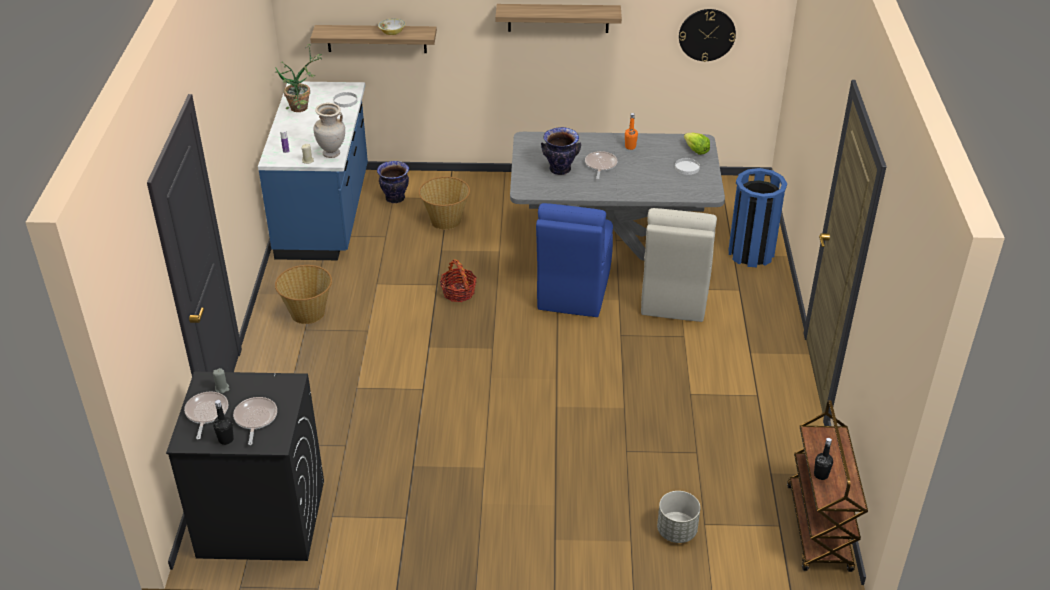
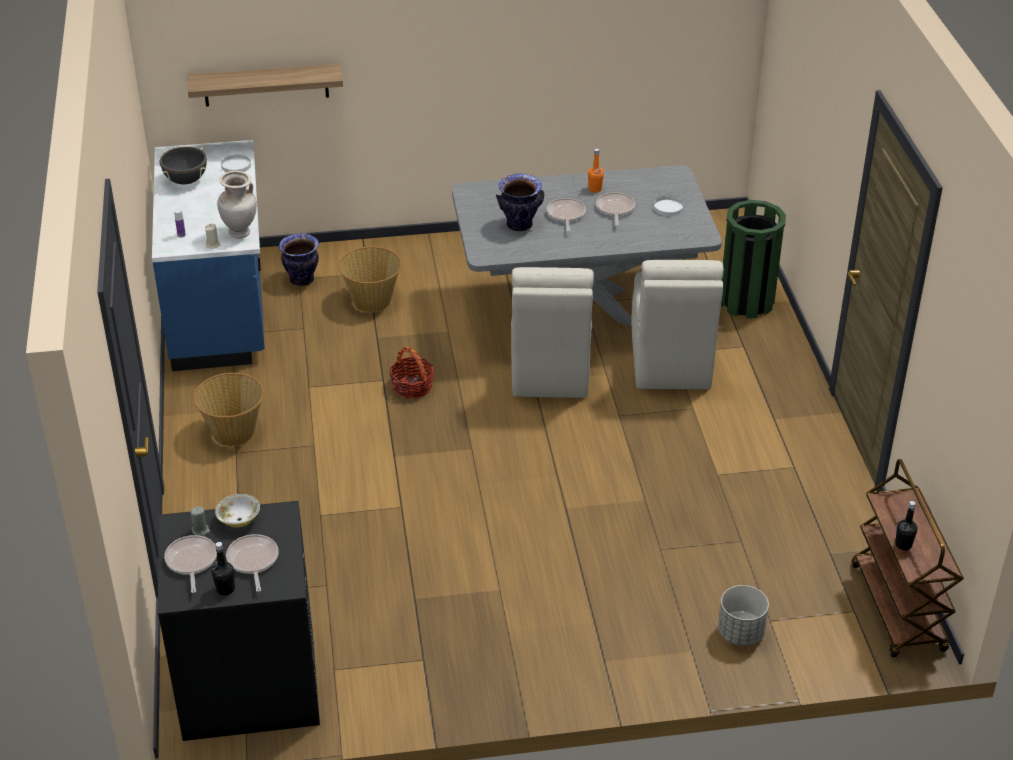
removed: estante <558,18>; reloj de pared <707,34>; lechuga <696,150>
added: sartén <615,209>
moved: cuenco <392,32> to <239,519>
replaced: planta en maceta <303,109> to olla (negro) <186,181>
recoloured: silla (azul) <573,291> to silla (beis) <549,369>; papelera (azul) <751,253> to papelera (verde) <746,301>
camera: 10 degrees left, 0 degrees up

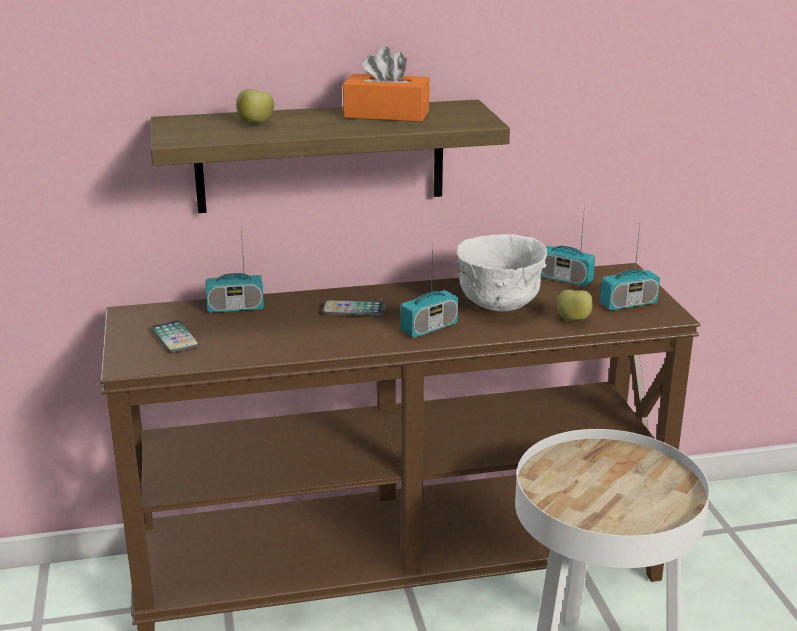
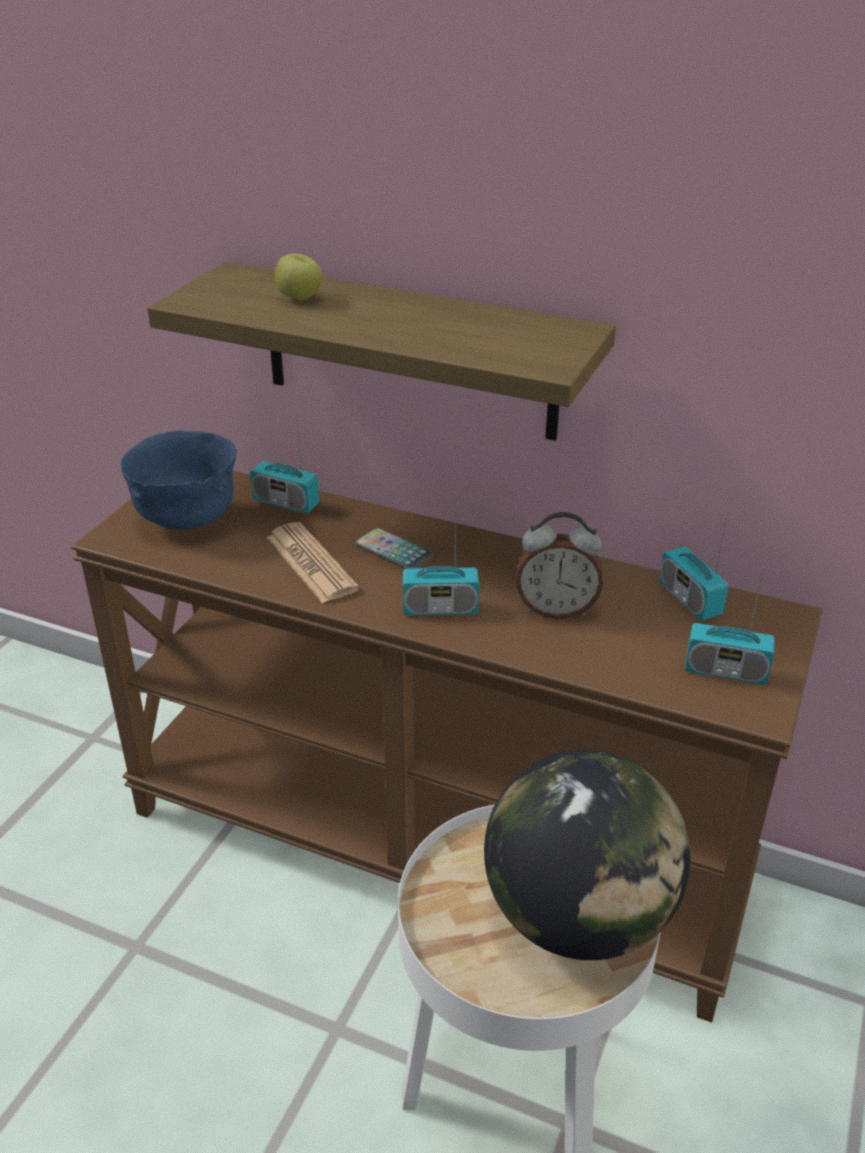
removed: caja de pañuelos (naranja) <386,114>; manzana <573,320>
added: periódico <311,563>; globo terráqueo <577,917>
replaced: móvil <175,338> to cuenco (azul) <188,520>; cuenco (blanco) <499,306> to despertador <556,609>
camera: 35 degrees right, 10 degrees up

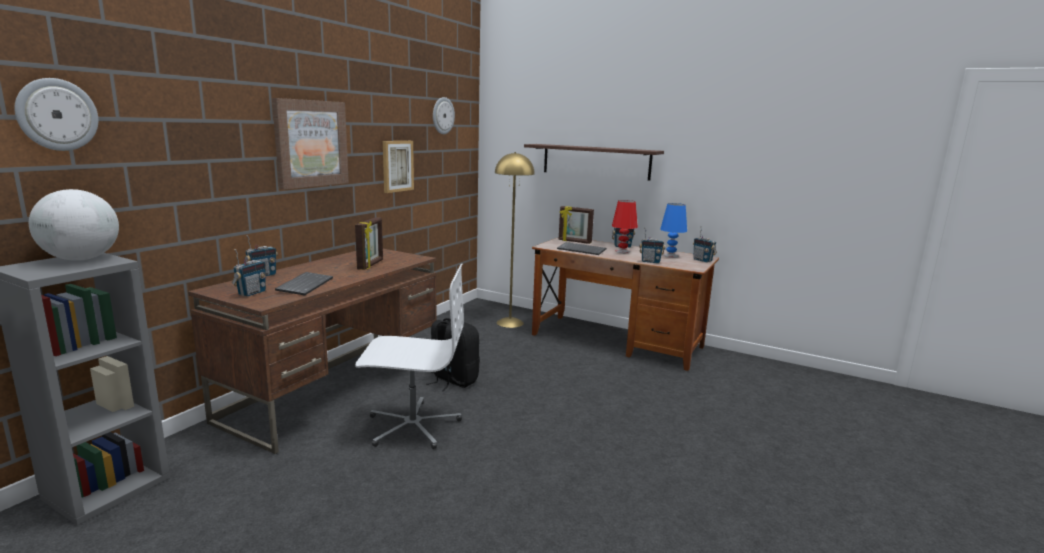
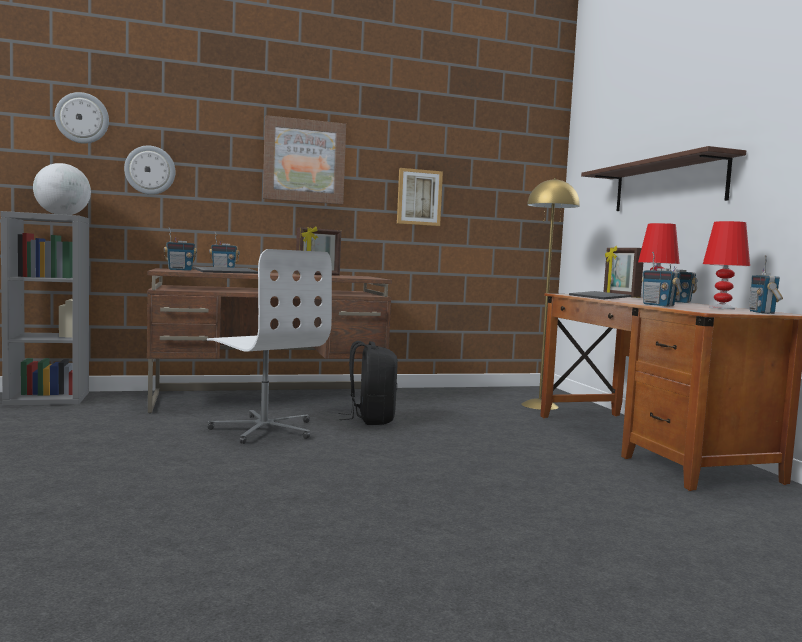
moved: reloj de pared <442,115> to <150,170>
recoloured: lámpara de mesa (azul) <670,256> to lámpara de mesa (rojo) <721,308>
camera: 45 degrees right, 10 degrees down

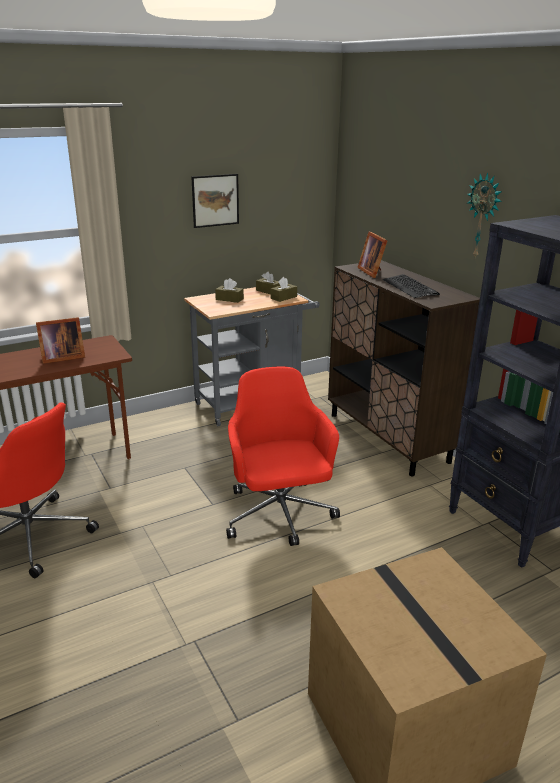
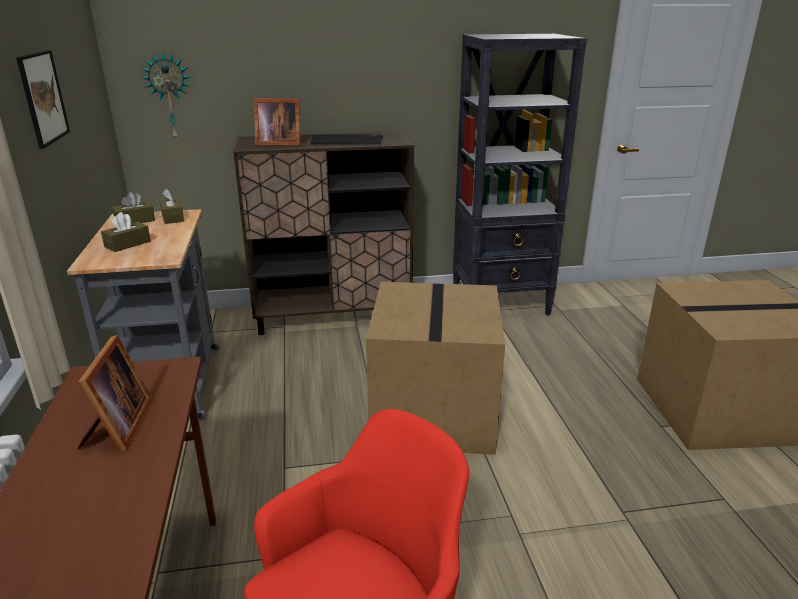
moved: reloj de pared <483,216> to <170,96>
replaced: silla de oficina (rojo) <279,515> to caja de cartón <431,411>
camera: 70 degrees left, 0 degrees up

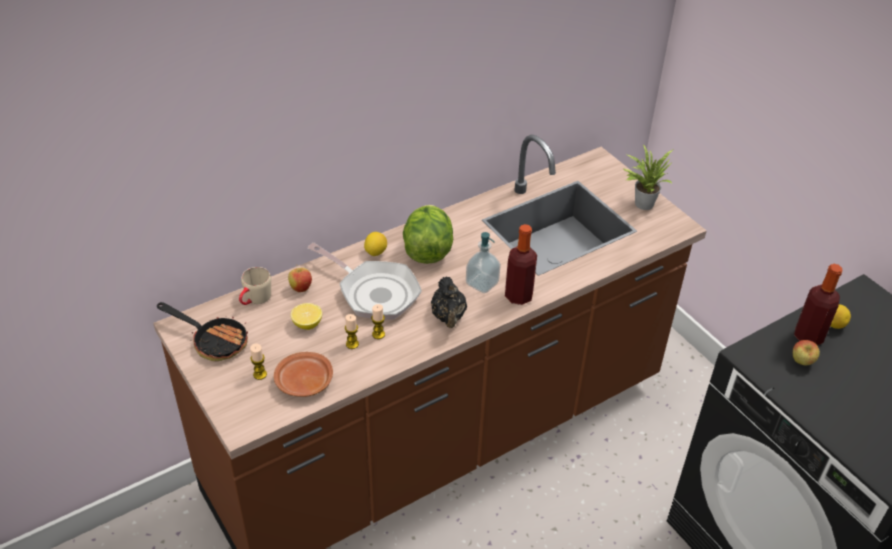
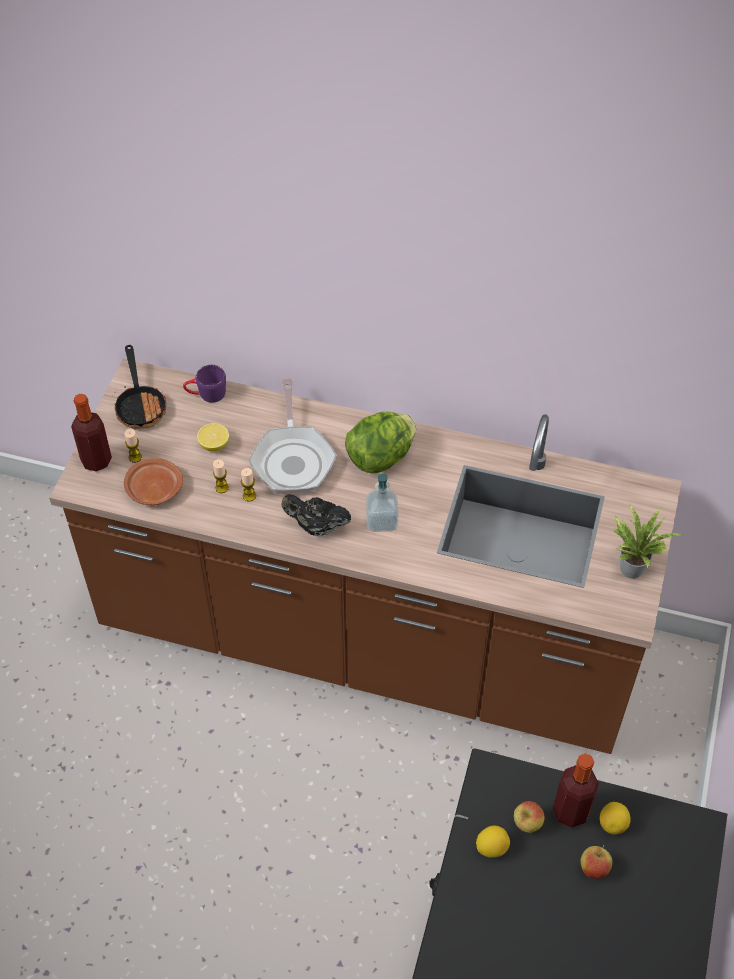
moved: botella <518,296> to <96,460>; limón <375,252> to <491,847>; manzana <301,288> to <593,868>
recoloured: taza grande (beis) <255,299> to taza grande (morado) <206,394>
turned: tetera (negro) <448,317> = <316,527> 60 degrees clockwise
camera: 50 degrees right, 10 degrees up

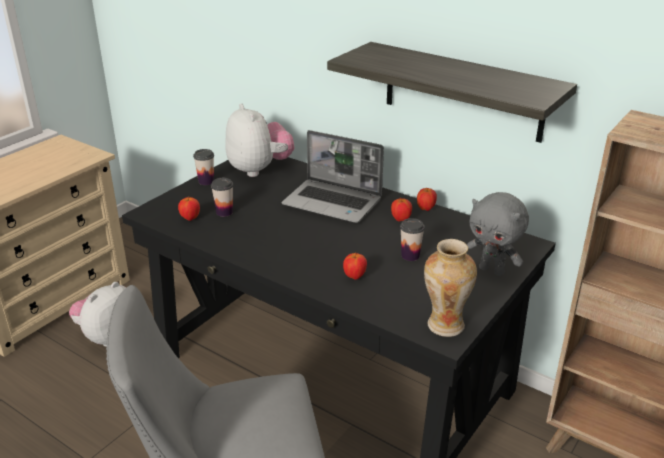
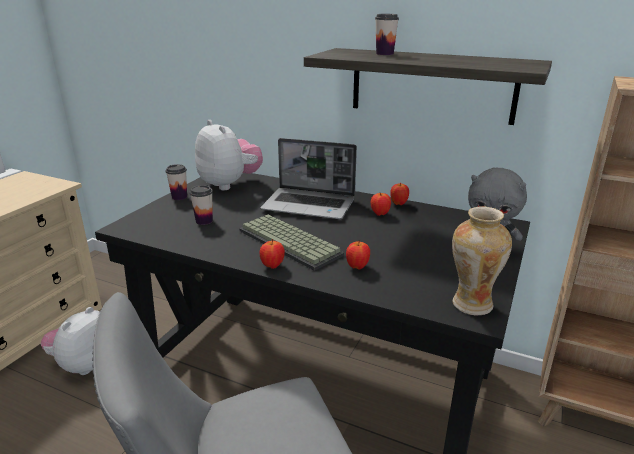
added: teclado <291,242>
moved: manzana <190,218> to <272,266>; taza <410,256> to <384,54>
camera: 10 degrees left, 5 degrees down

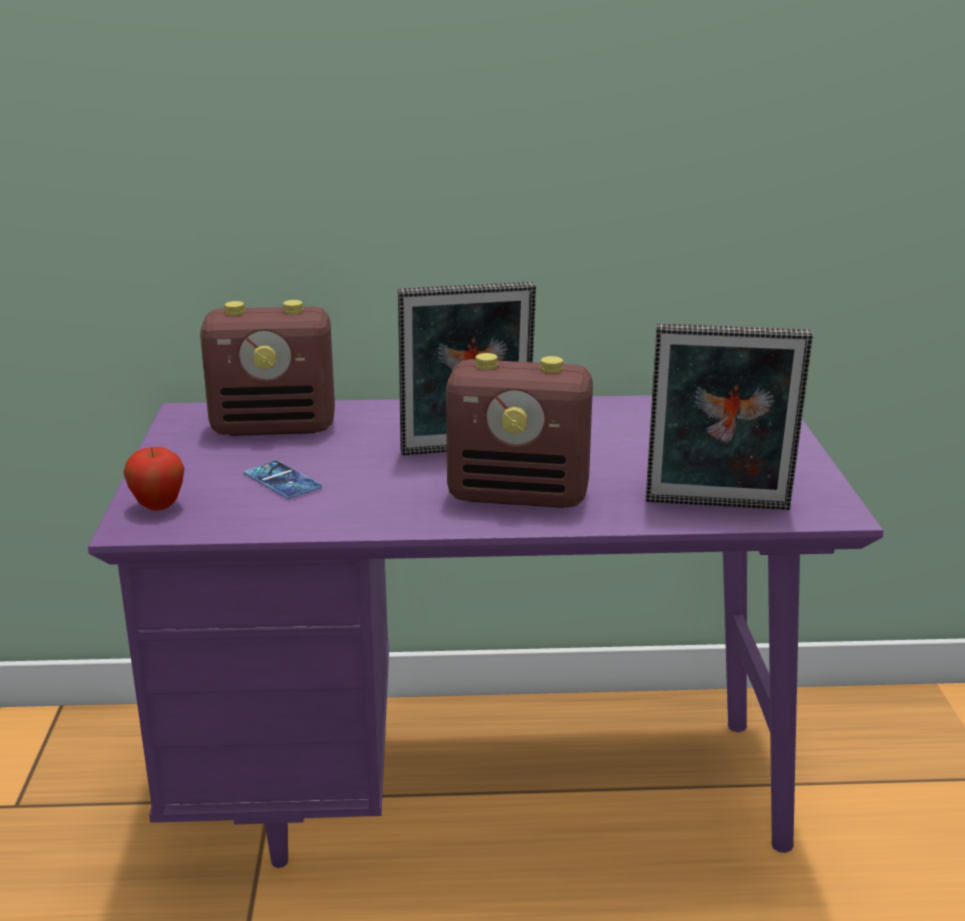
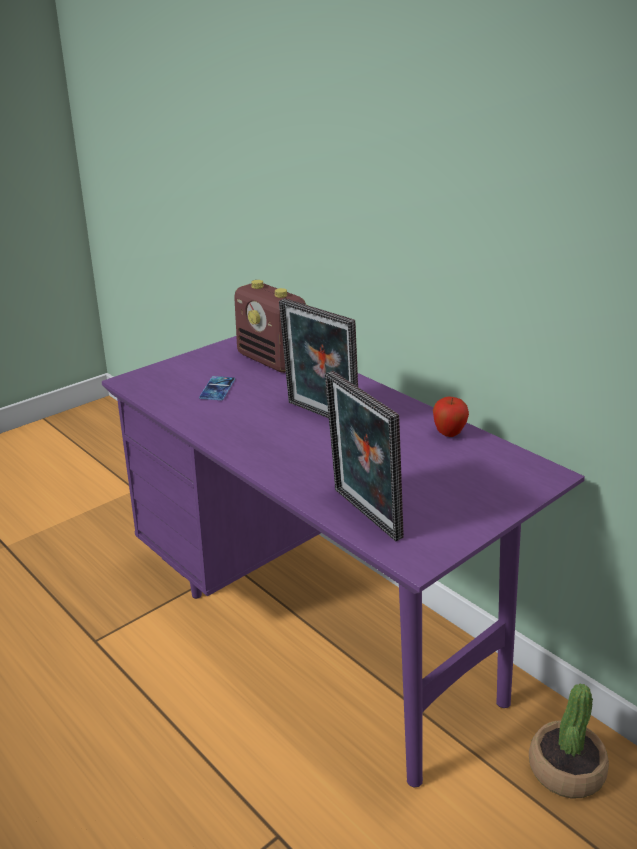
removed: radio <520,495>
added: planta en maceta <566,770>
moved: manzana <158,507> to <448,434>
camera: 50 degrees right, 5 degrees up

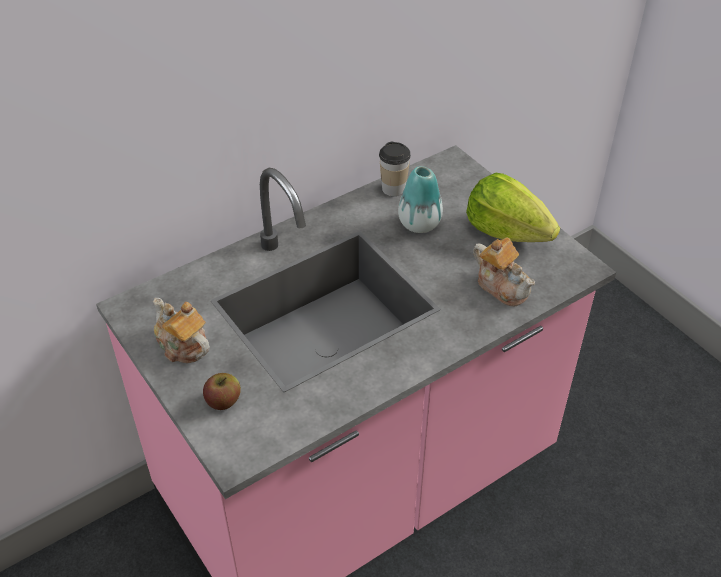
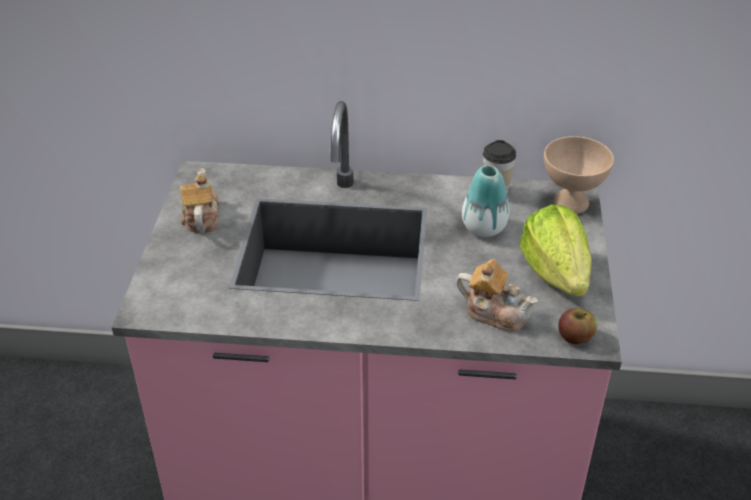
added: cuenco (beis) <571,204>
moved: manzana <223,401> to <575,337>
turned: tetera <502,286> = <495,313> 60 degrees counterclockwise
camera: 40 degrees right, 5 degrees down

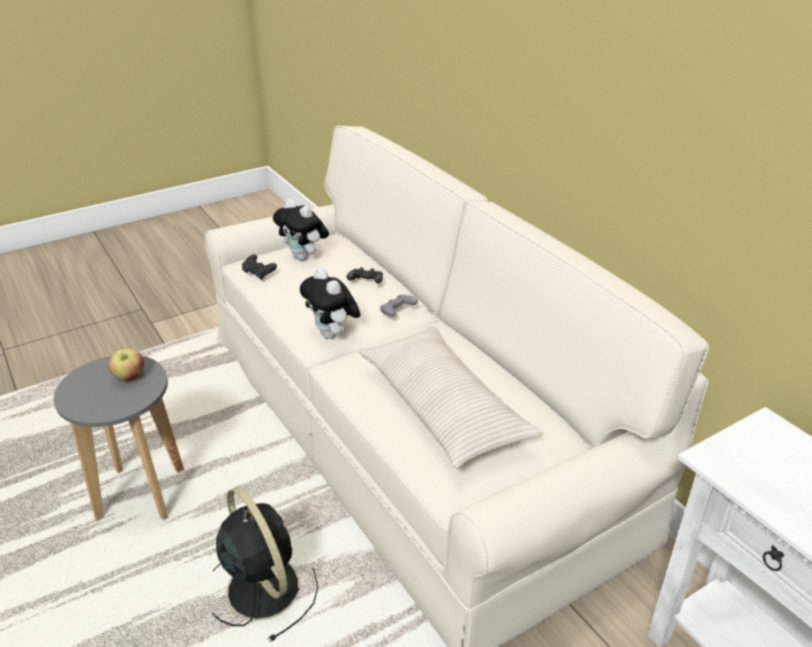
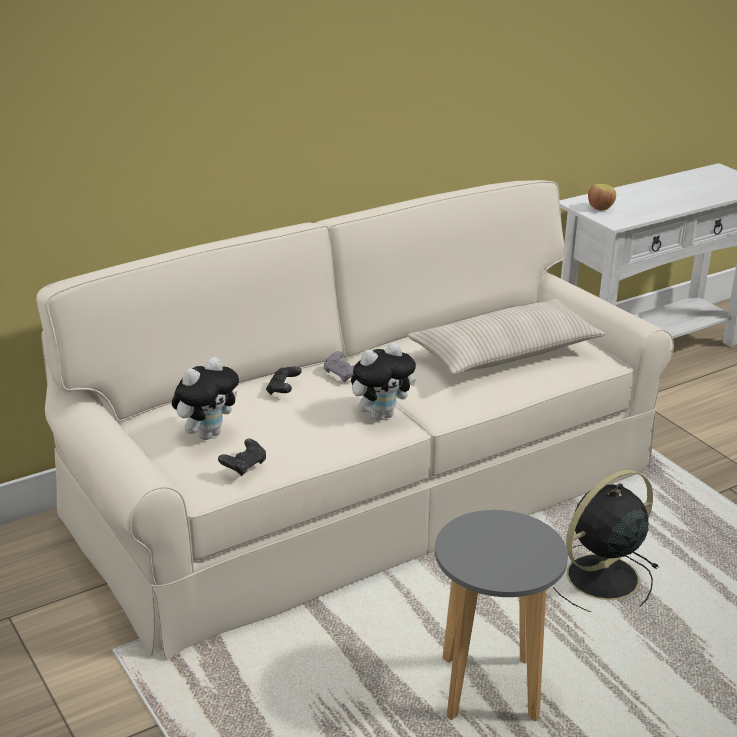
moved: manzana <130,377> to <600,208>
camera: 90 degrees left, 5 degrees down

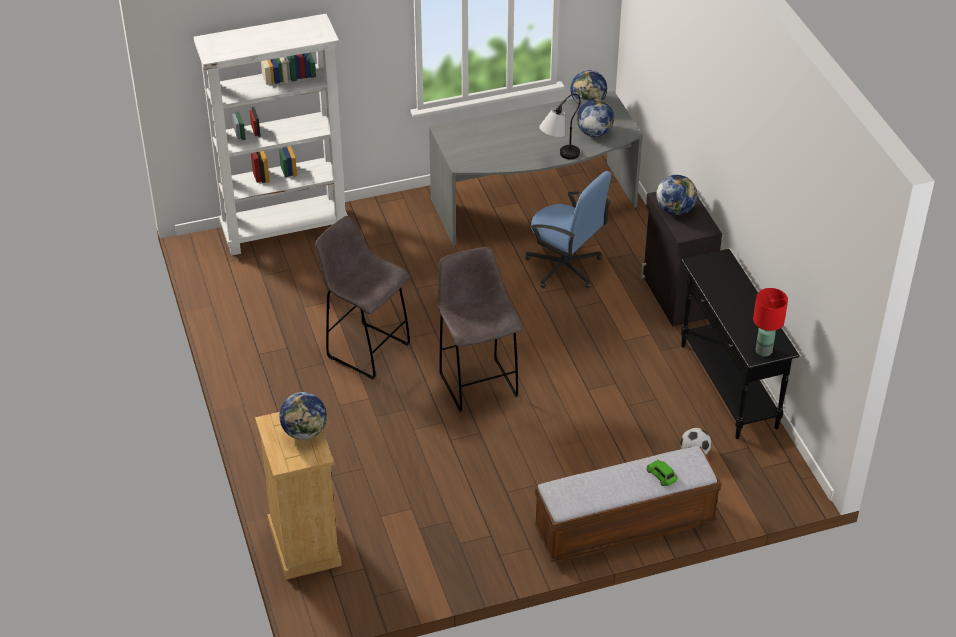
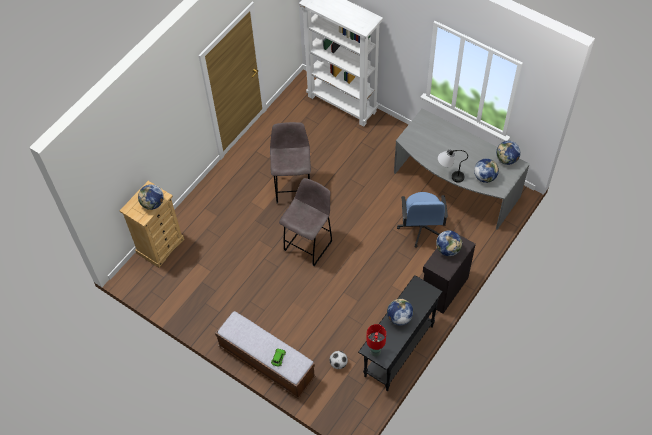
added: globo terráqueo <399,317>
camera: 55 degrees right, 15 degrees up

